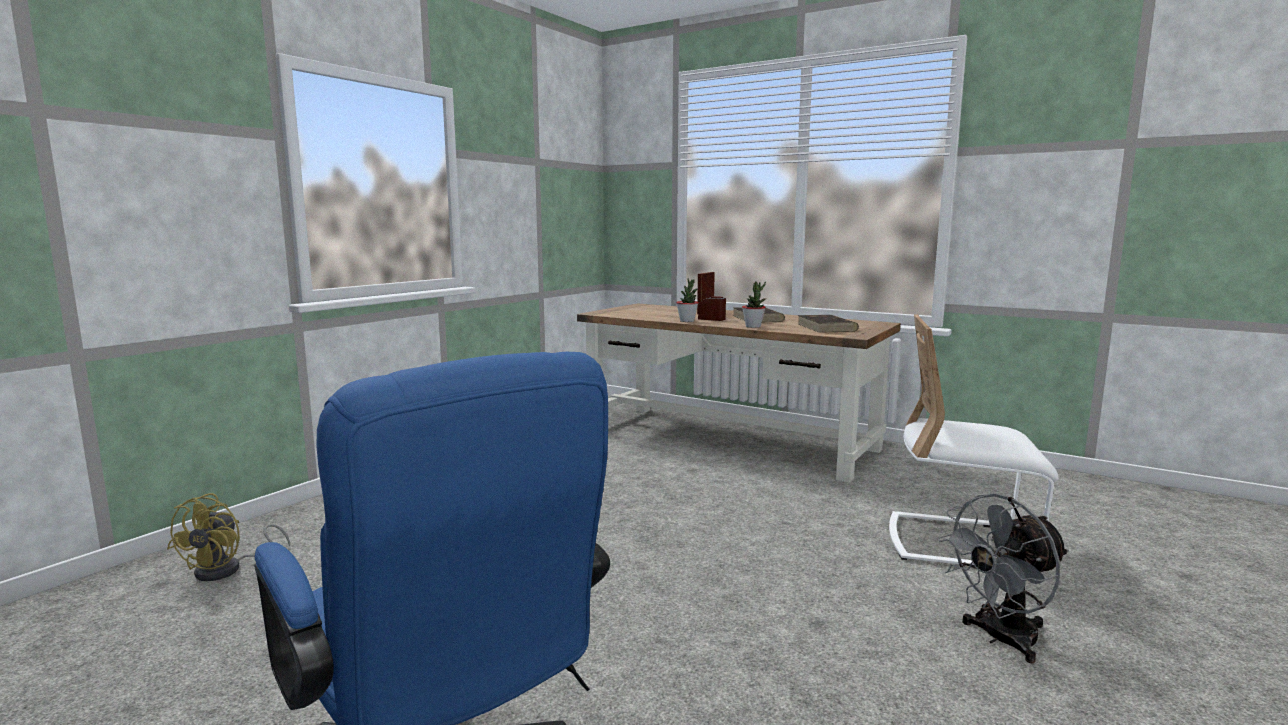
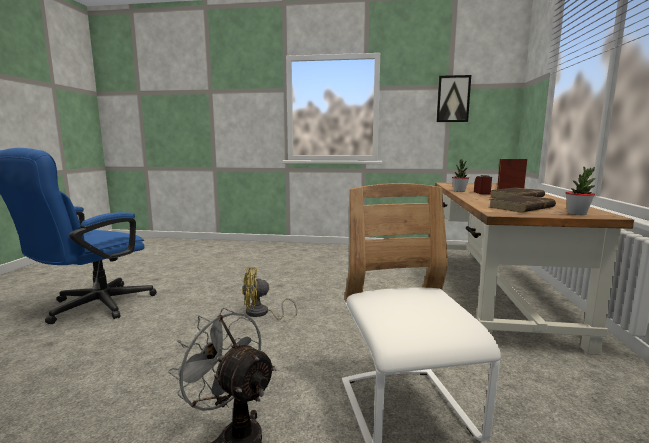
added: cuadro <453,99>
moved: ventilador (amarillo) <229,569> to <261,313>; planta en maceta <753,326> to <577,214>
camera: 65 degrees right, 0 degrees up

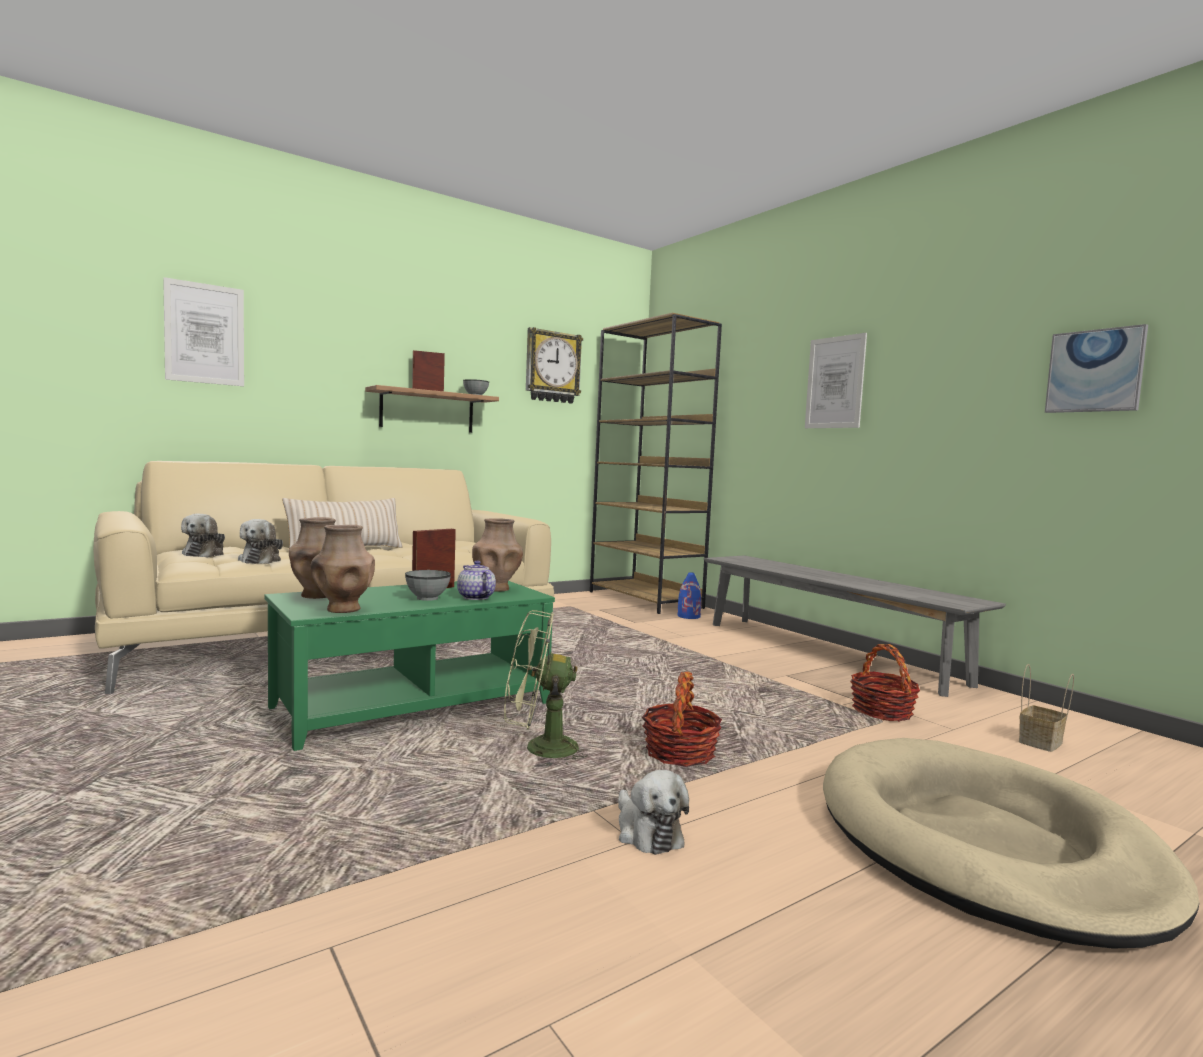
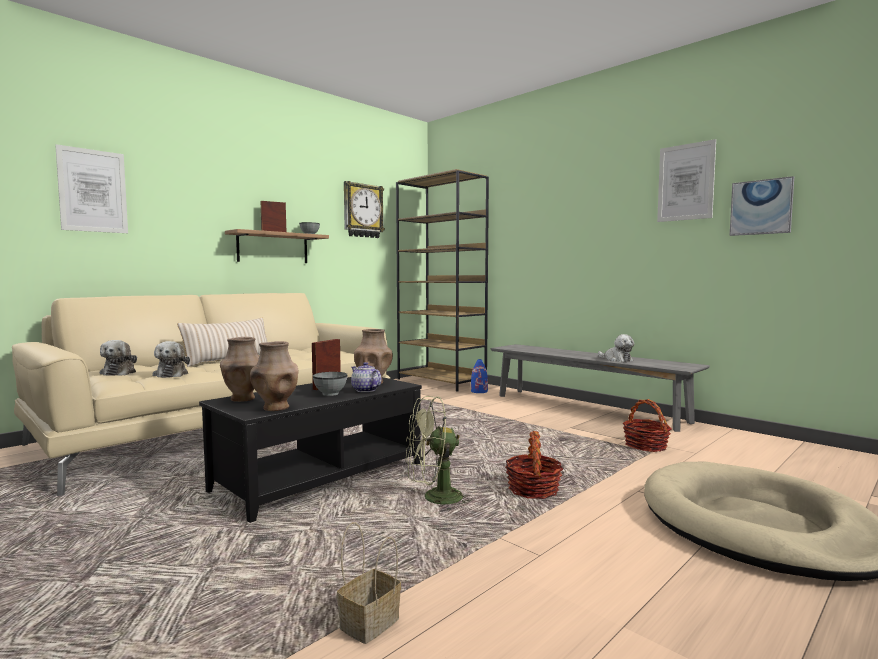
moved: cesta <1041,743> to <369,624>; peluche <647,832> to <616,360>; cuadro <835,382> to <685,182>
recoloured: mesa de centro (verde) <412,706> to mesa de centro (negro) <319,477>
camera: 10 degrees left, 0 degrees up

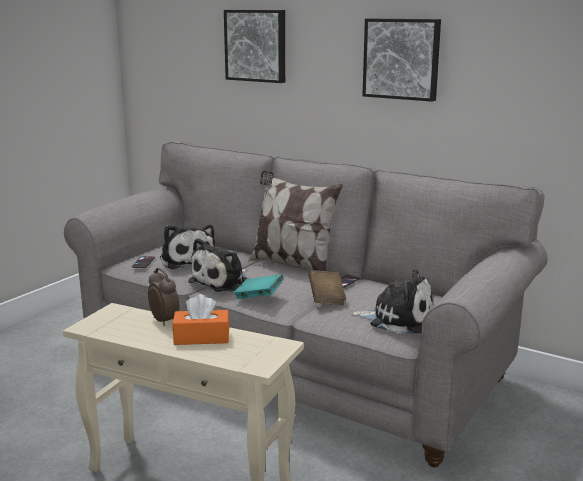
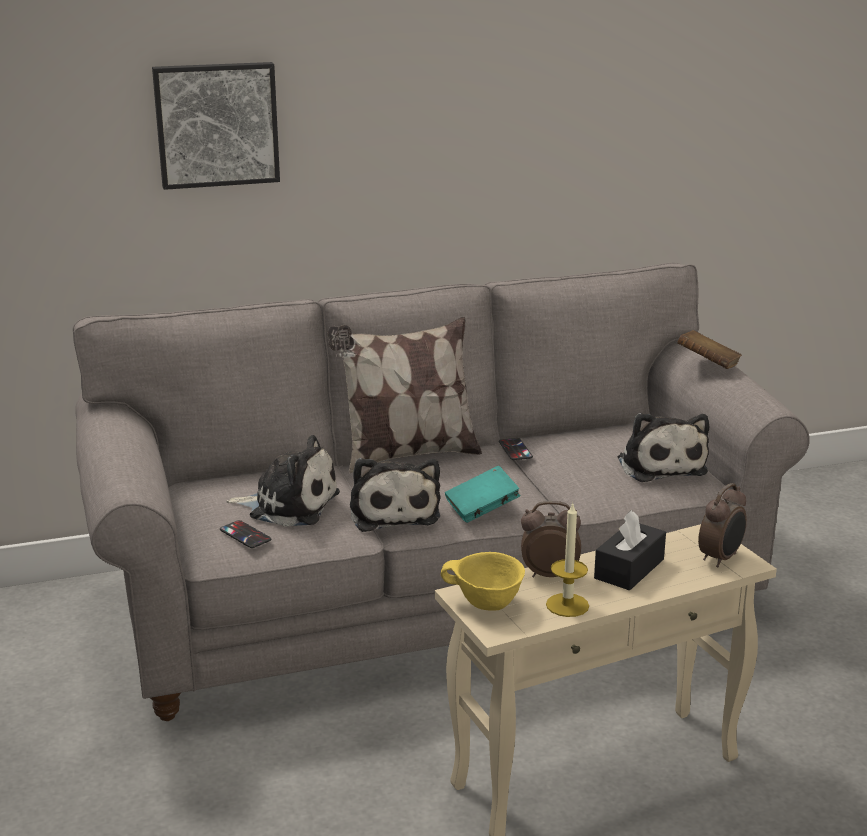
removed: cuadro <402,59>
added: cuenco (amarillo) <486,604>; vela <567,605>; despertador <721,558>
moved: libro (marrón) <326,298> to <708,364>
recoloured: caja de pañuelos (naranja) <201,337> to caja de pañuelos (negro) <629,569>
turned: peluche <397,319> = <660,465> 105 degrees clockwise
camera: 50 degrees left, 5 degrees up

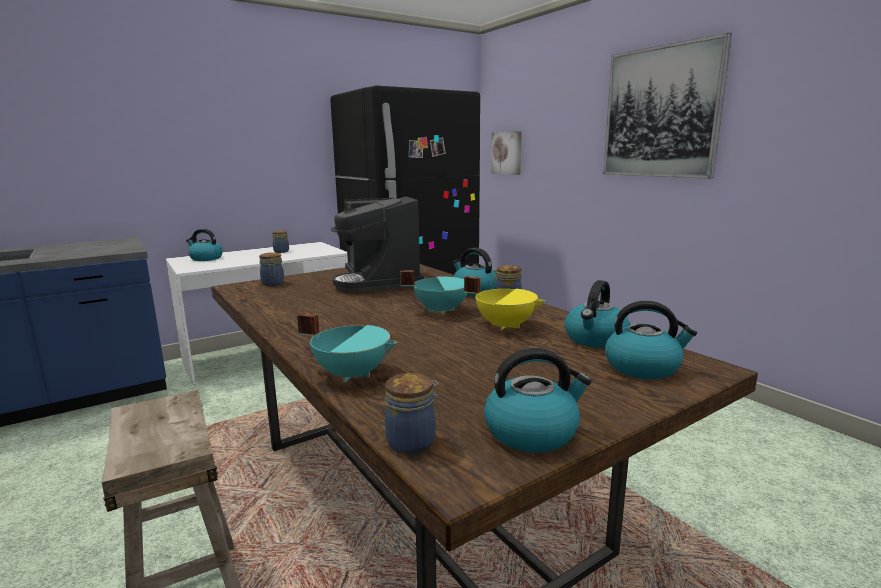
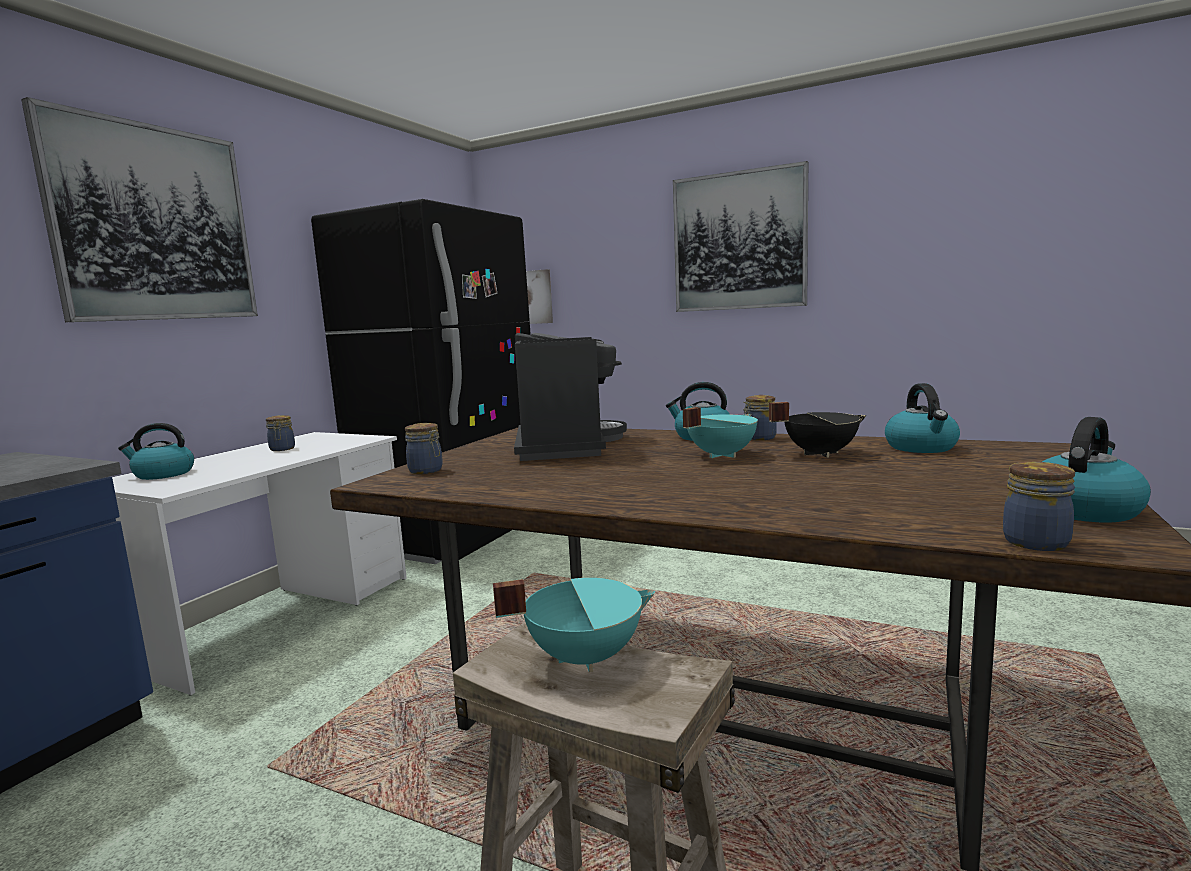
removed: hervidor <643,367>
added: cuadro <154,224>
moved: olla (turquesa) <352,374> to <584,657>
recoloured: olla (amarillo) <505,325> to olla (negro) <819,453>
turned: cafetera <379,281> = <565,446> 135 degrees counterclockwise
camera: 30 degrees left, 5 degrees down

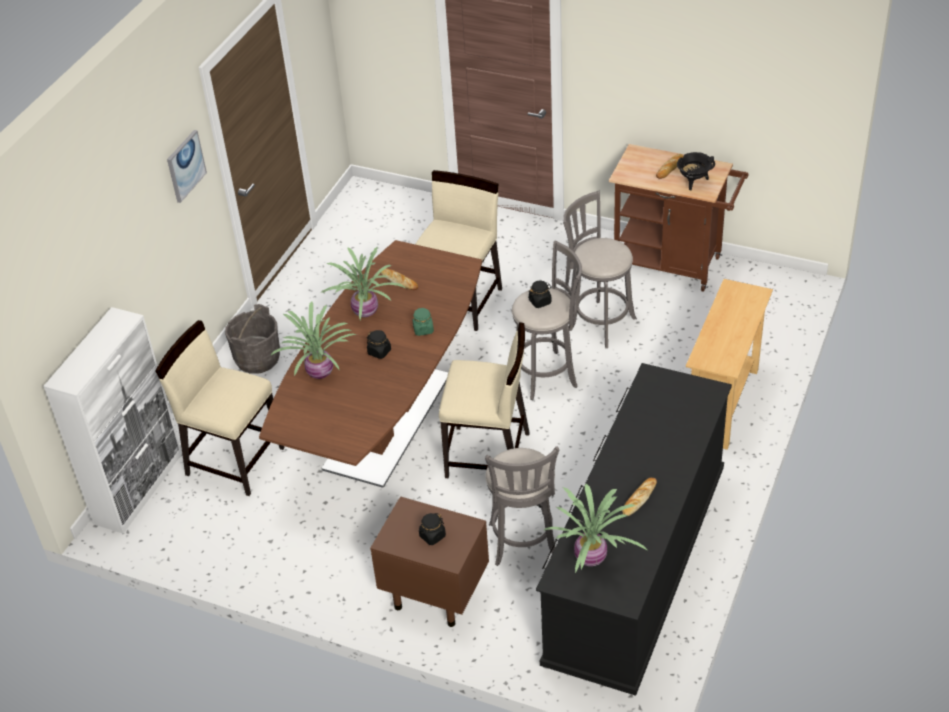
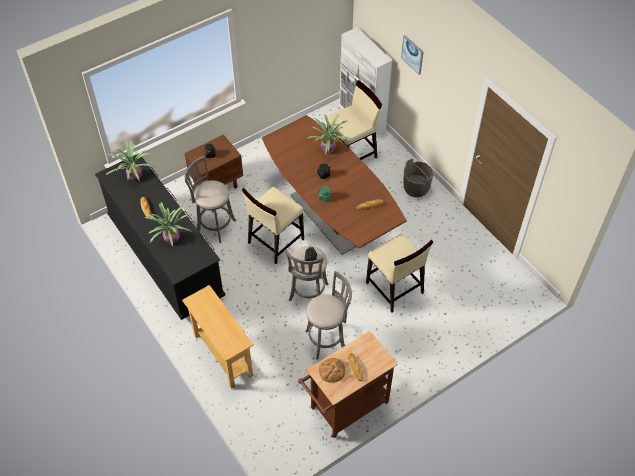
moved: planta en maceta <364,313> to <171,238>; cuadro <185,166> to <412,54>
replaced: olla (negro) <693,182> to pan <332,371>
camera: 120 degrees right, 10 degrees up

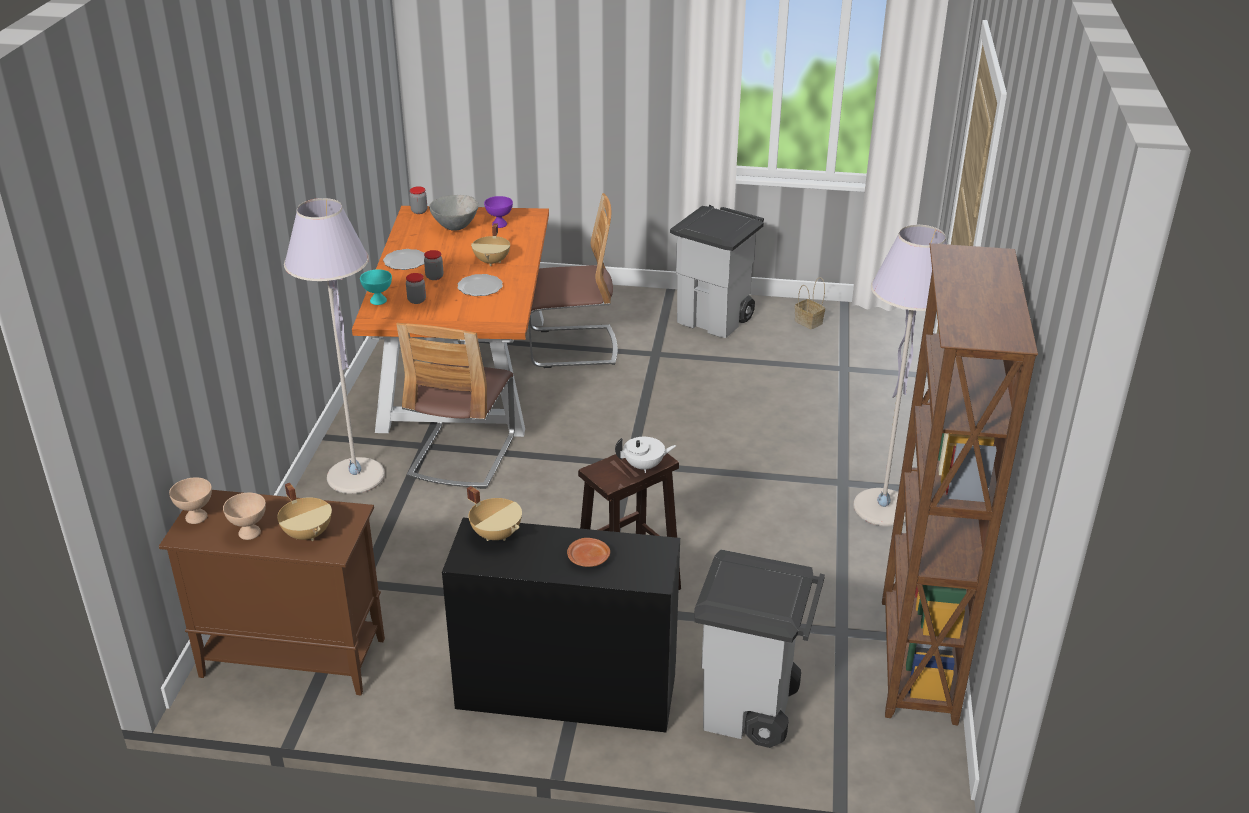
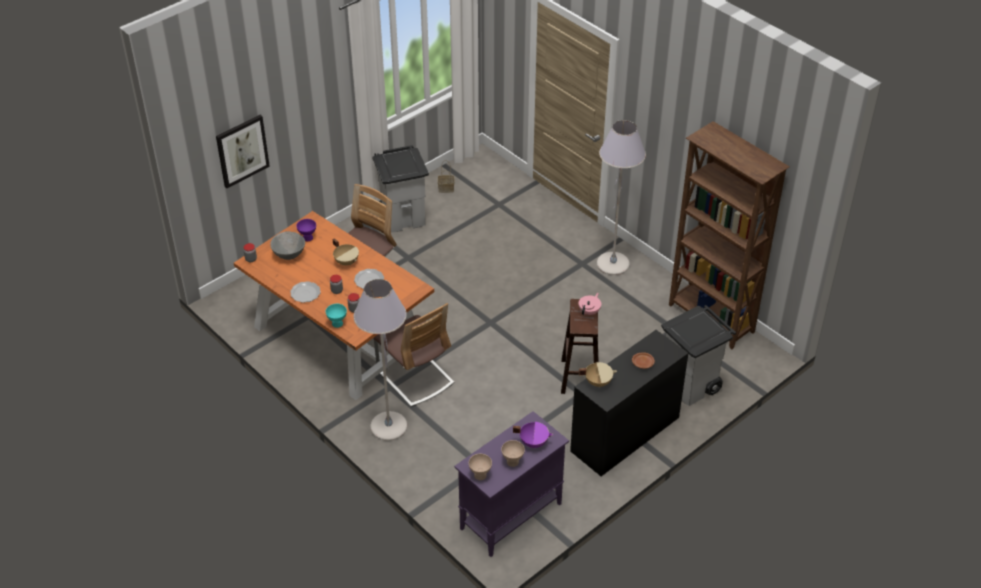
added: cuadro <242,150>
recoloured: armario (marrón) <291,658> to armario (morado) <510,517>; olla (beis) <308,533> to olla (morado) <533,442>; tetera (blanco) <644,466> to tetera (rosa) <589,311>
camera: 50 degrees left, 10 degrees up

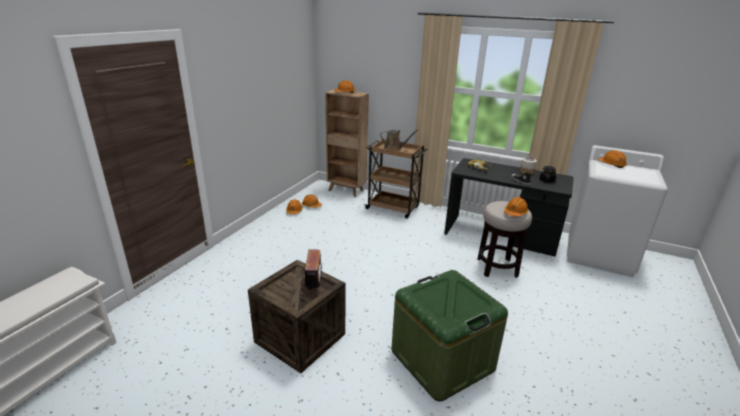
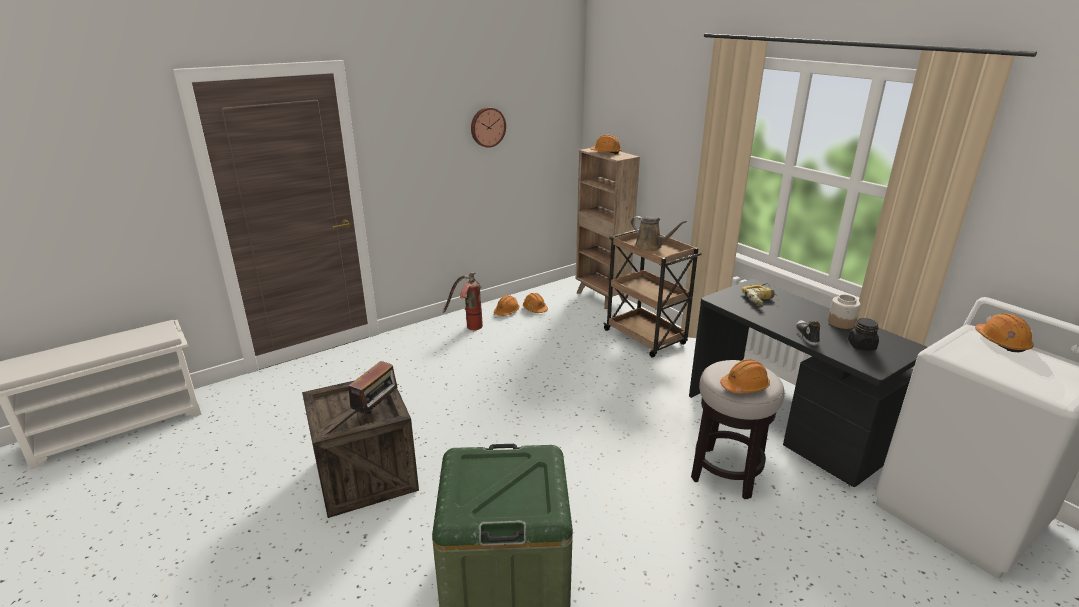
added: extintor <468,327>; reloj de pared <487,127>
camera: 30 degrees right, 0 degrees up

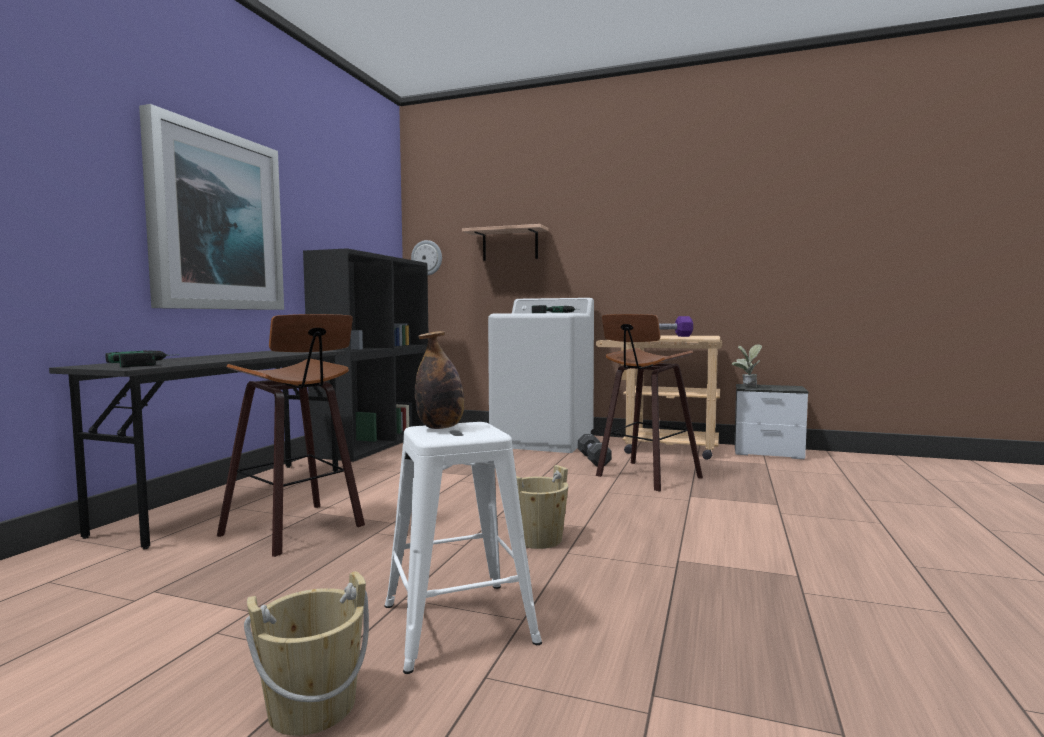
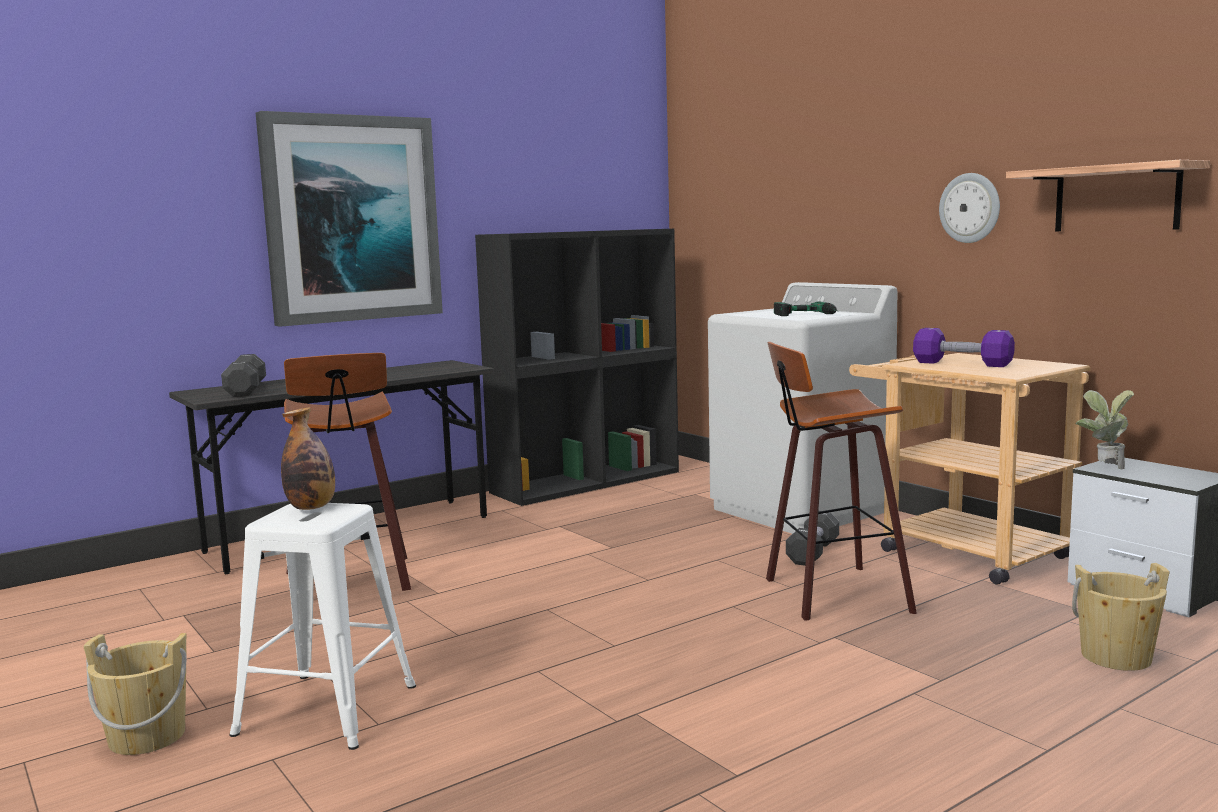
moved: reloj de pared <427,258> to <970,208>; estante <510,244> to <1116,198>; cubo (beis) <538,539> to <1116,657>
replaced: taladro <150,363> to mancuerna (negro) <246,390>
camera: 35 degrees right, 5 degrees up

